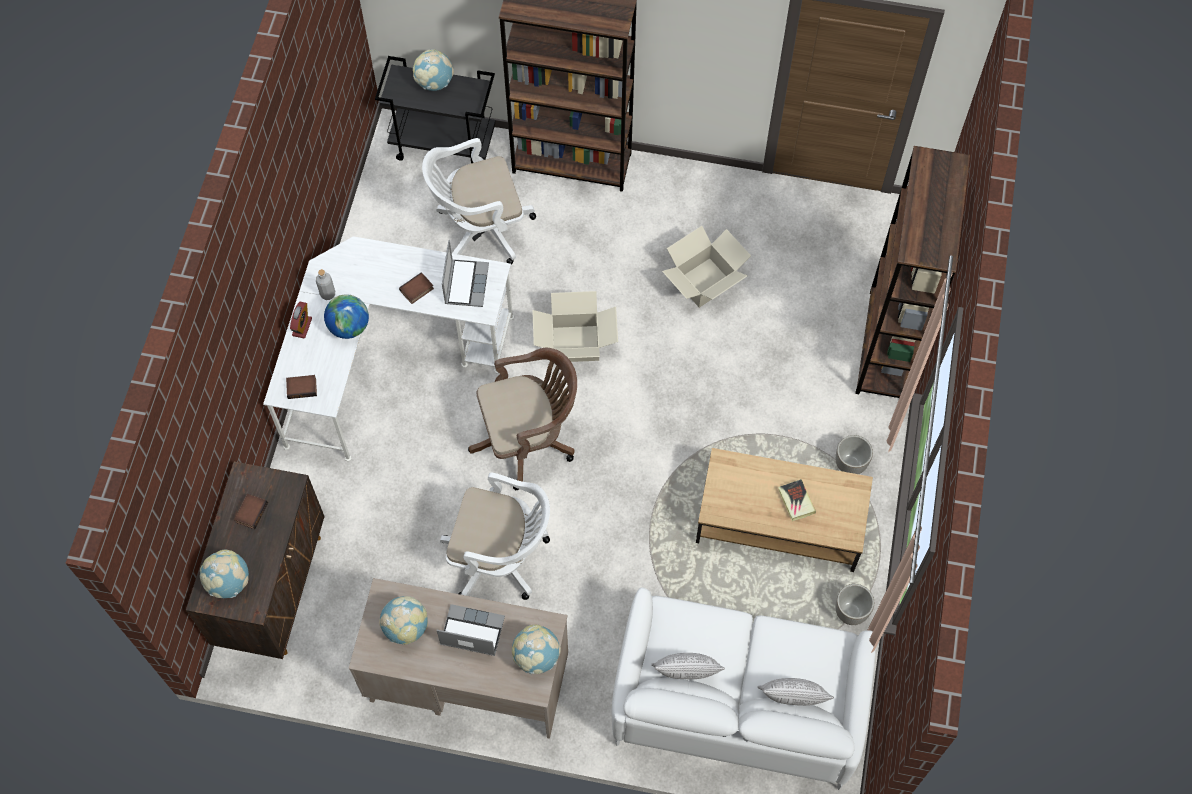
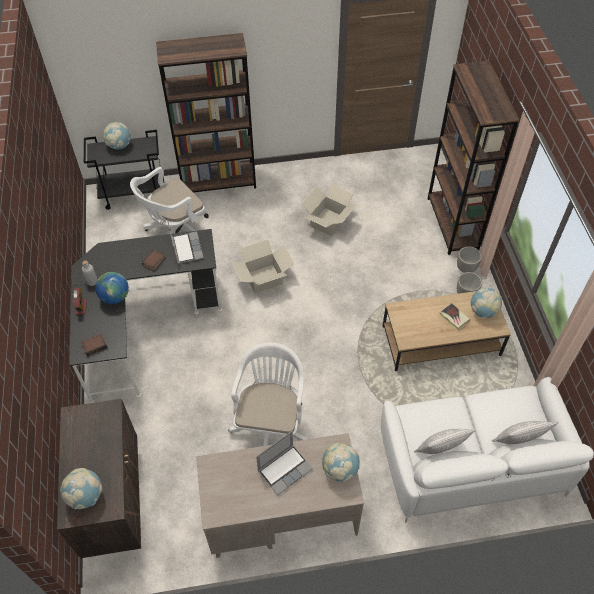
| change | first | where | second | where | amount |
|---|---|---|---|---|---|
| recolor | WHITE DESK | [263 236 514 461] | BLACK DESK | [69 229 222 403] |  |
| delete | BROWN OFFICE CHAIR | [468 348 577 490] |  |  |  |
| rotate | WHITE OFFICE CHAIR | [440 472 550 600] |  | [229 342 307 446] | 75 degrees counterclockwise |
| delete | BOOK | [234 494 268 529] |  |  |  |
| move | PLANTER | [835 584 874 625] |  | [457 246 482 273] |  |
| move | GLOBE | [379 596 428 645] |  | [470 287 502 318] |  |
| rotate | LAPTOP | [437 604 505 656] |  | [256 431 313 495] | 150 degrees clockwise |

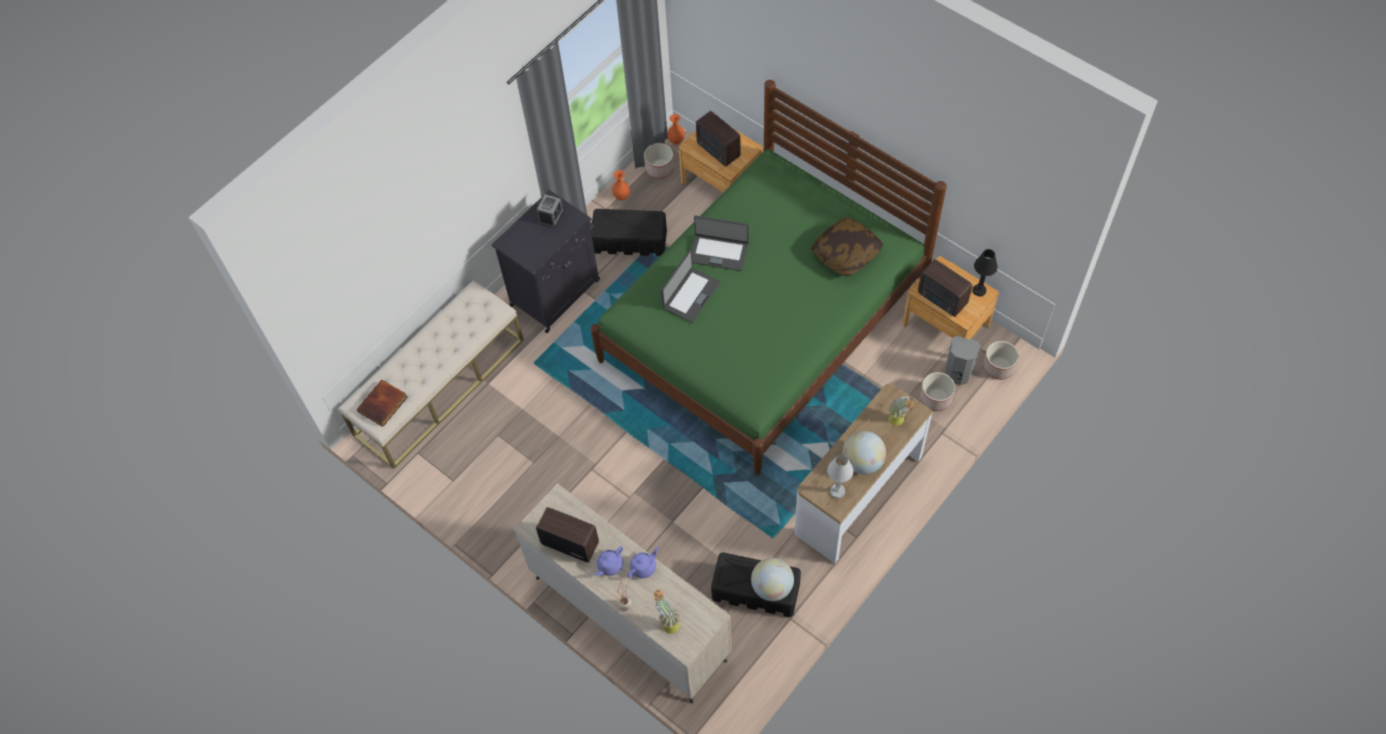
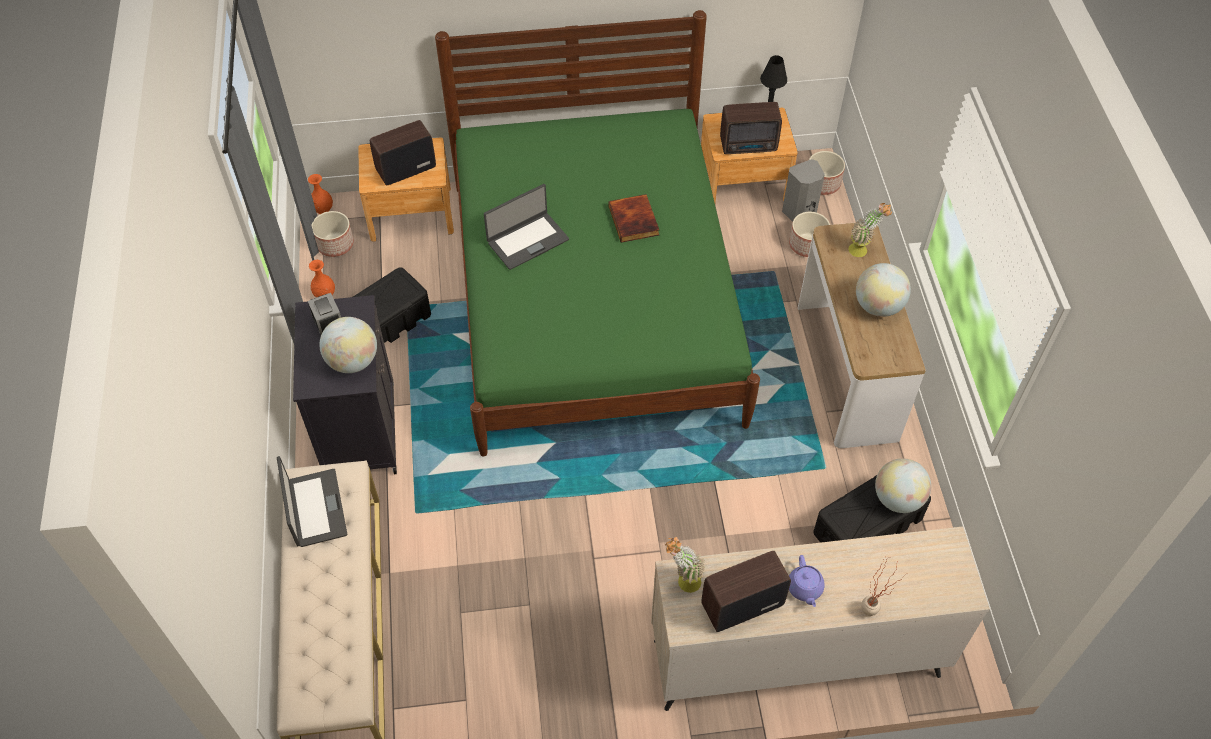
| change | first | where | second | where | amount |
|---|---|---|---|---|---|
| rotate | RADIO | [696 111 740 167] |  | [370 120 436 185] | 150 degrees clockwise |
| delete | PILLOW | [811 218 883 276] |  |  |  |
| move | LAPTOP | [661 250 720 323] |  | [277 456 347 547] |  |
| move | BOOK | [357 380 408 427] |  | [609 194 659 242] |  |
| delete | WHITE TABLE LAMP | [827 454 853 499] |  |  |  |
| delete | PURPLE TEAPOT | [627 547 659 578] |  |  |  |
| move | POTTED PLANT | [653 589 680 634] |  | [665 537 705 593] |  |
| insert |  |  | GLOBE | [319 317 377 373] |  |

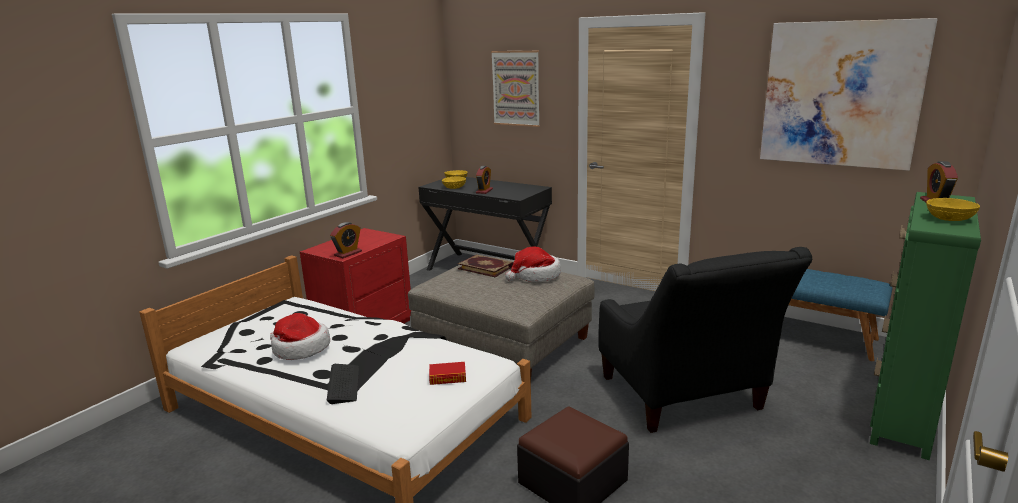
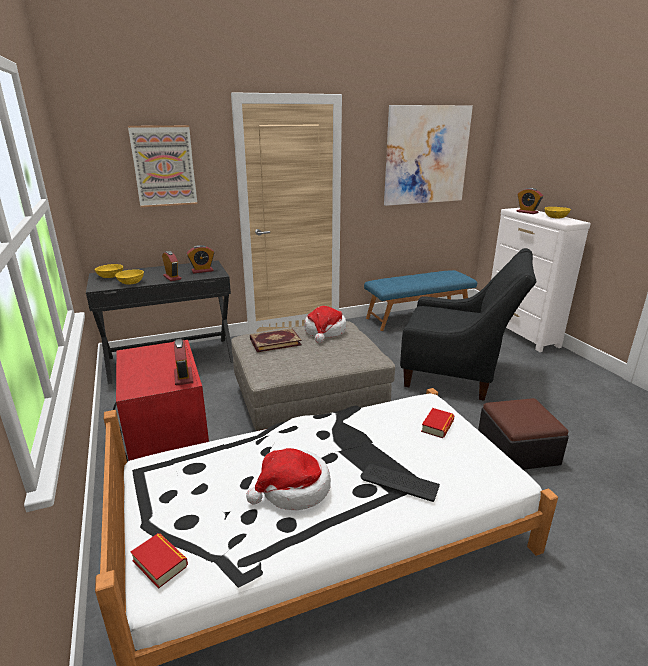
| change | first | where | second | where | amount |
|---|---|---|---|---|---|
| recolor | GREEN DRESSER | [870 192 981 460] | WHITE DRESSER | [491 208 590 352] |  |
| insert |  |  | ALARM CLOCK | [187 245 214 274] |  |
| insert |  |  | BOOK | [130 533 188 589] |  |

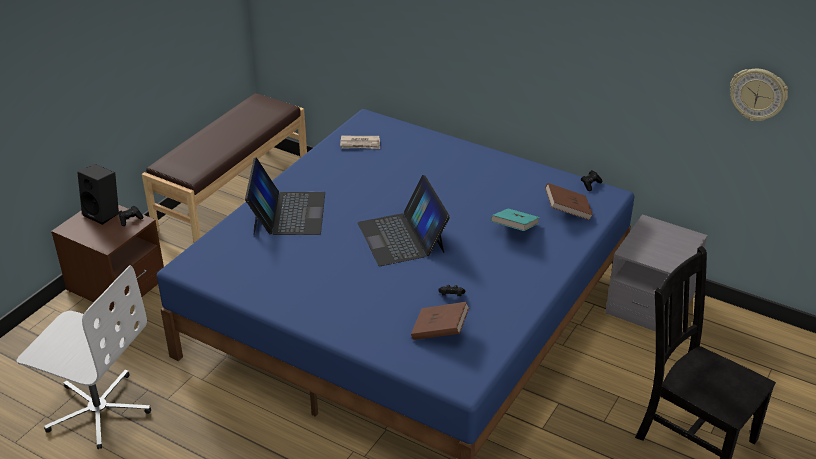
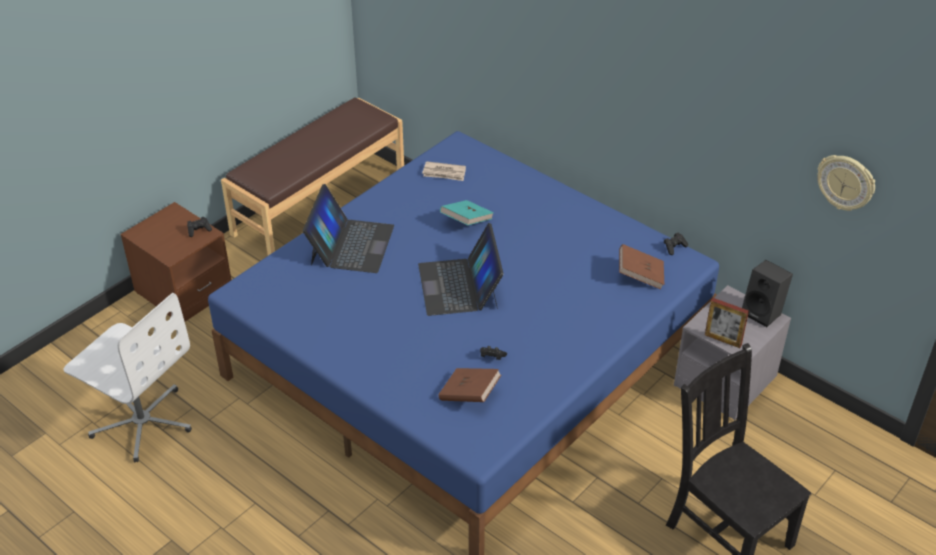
| change | first | where | second | where | amount |
|---|---|---|---|---|---|
| move | BLACK SPEAKER | [77 164 119 225] |  | [742 260 793 327] |  |
| move | TURQUOISE BOOK | [491 208 540 231] |  | [440 200 494 225] |  |
| insert |  |  | PICTURE FRAME | [705 298 749 348] |  |

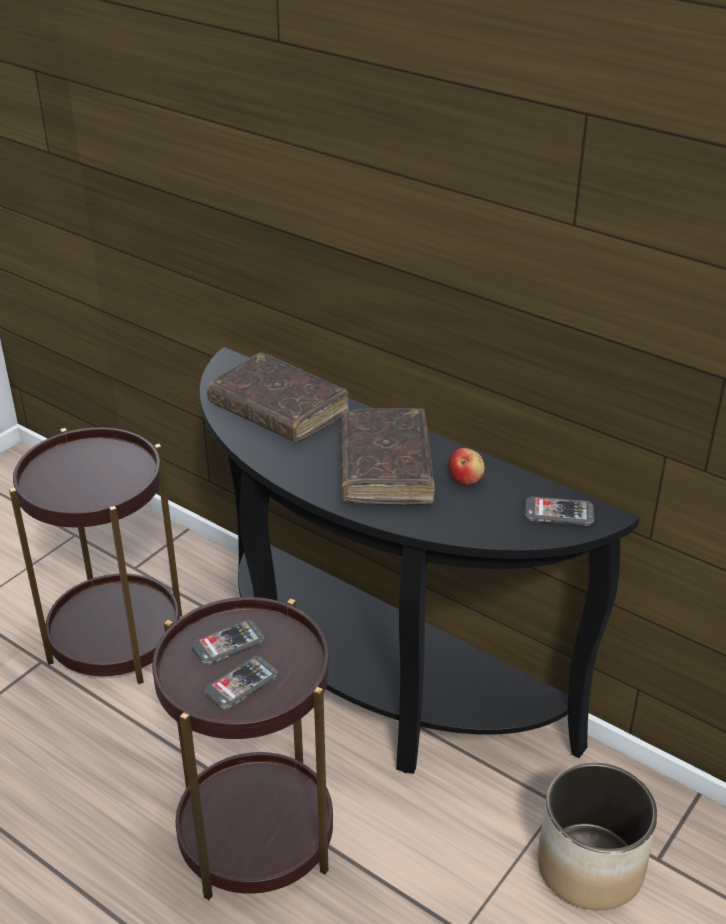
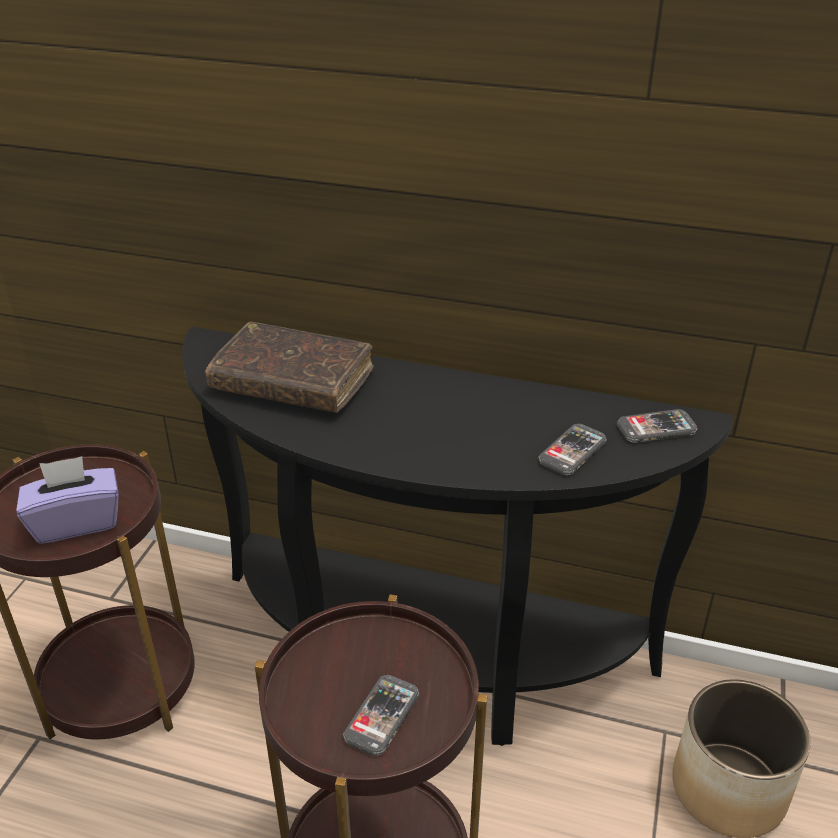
| change | first | where | second | where | amount |
|---|---|---|---|---|---|
| delete | BROWN BOOK | [340 408 435 505] |  |  |  |
| delete | APPLE | [448 448 485 485] |  |  |  |
| move | PHONE | [192 620 264 665] |  | [538 424 607 475] |  |
| insert |  |  | PURPLE TISSUE BOX | [16 456 119 544] |  |

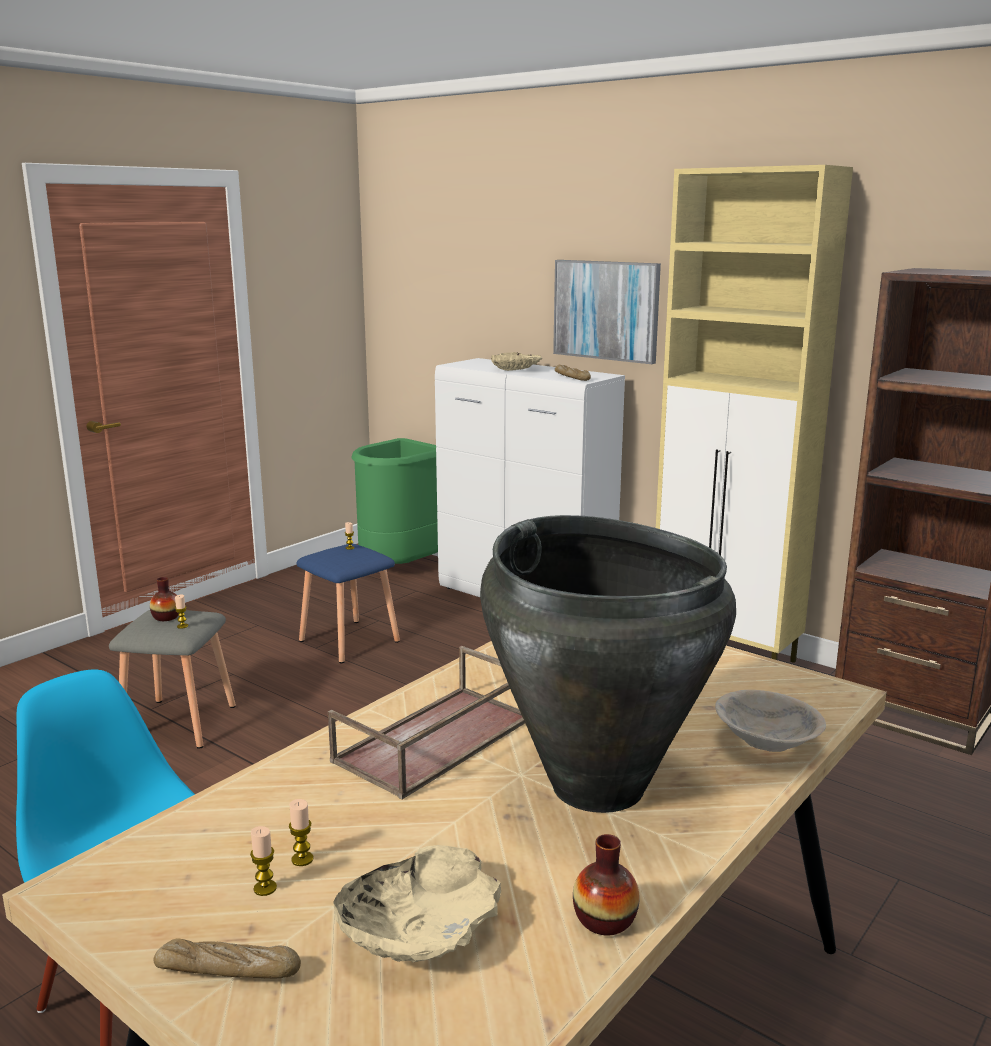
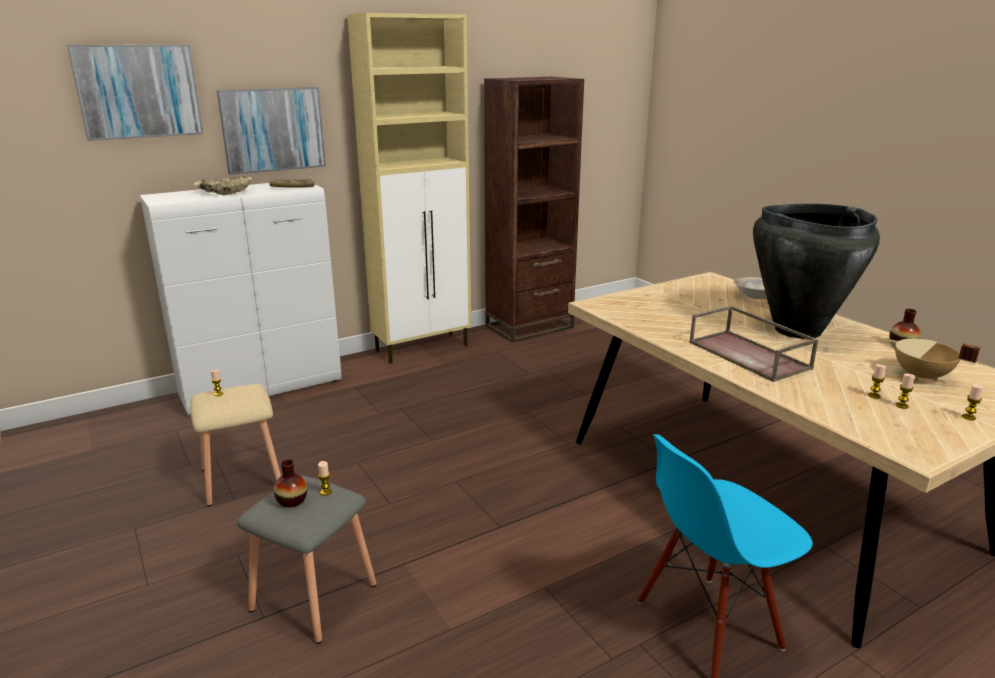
| change | first | where | second | where | amount |
|---|---|---|---|---|---|
| delete | GREEN TRASH CAN | [352 438 438 564] |  |  |  |
| recolor | BLUE STOOL | [297 544 400 663] | BEIGE STOOL | [190 384 281 506] |  |
| replace | BEIGE BOWL | [333 845 501 963] | BEIGE COOKING POT | [889 339 980 381] |  |
| replace | BREAD | [153 938 301 979] | CANDLE | [962 384 984 420] |  |
| insert |  |  | PICTURE | [67 45 203 141] |  |

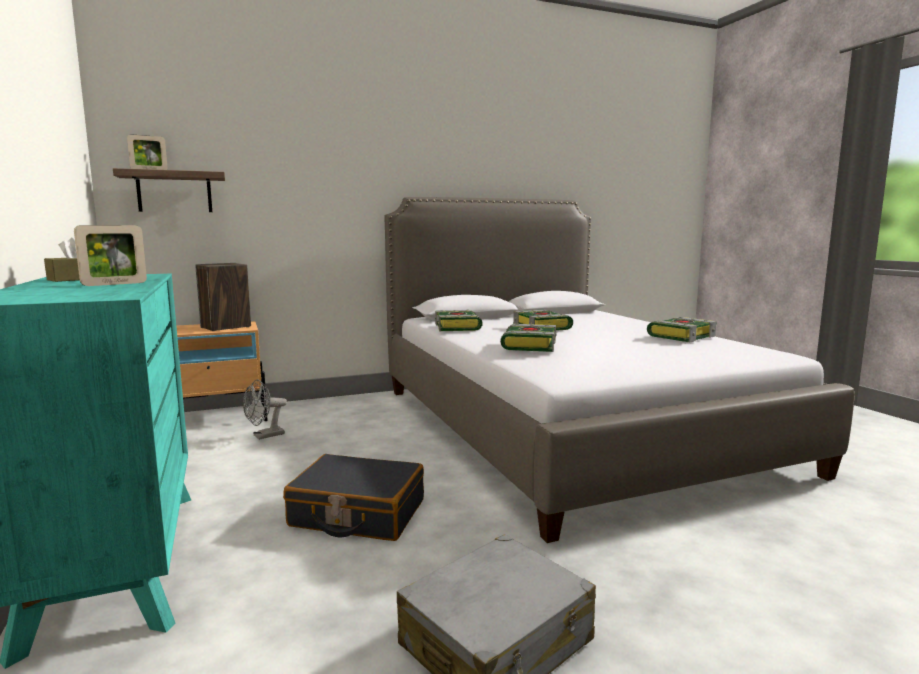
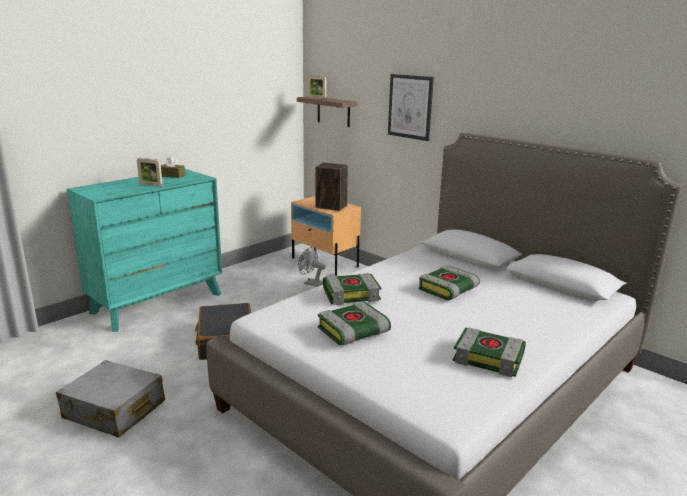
| change | first | where | second | where | amount |
|---|---|---|---|---|---|
| move | BOOK | [435 310 483 331] |  | [318 301 391 345] |  |
| insert |  |  | PICTURE | [388 74 434 141] |  |

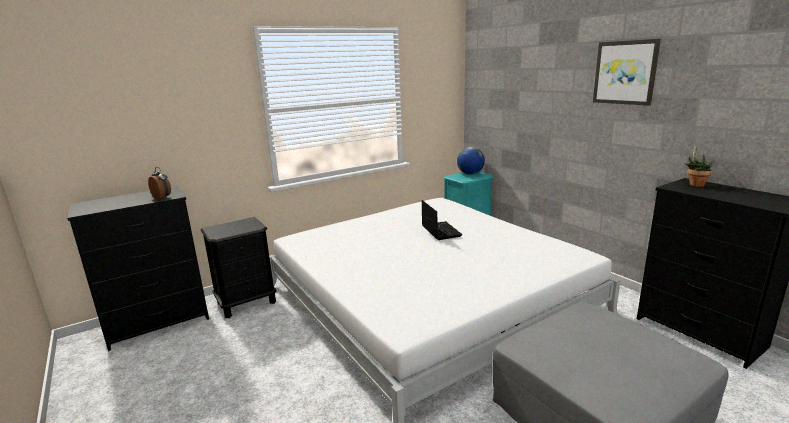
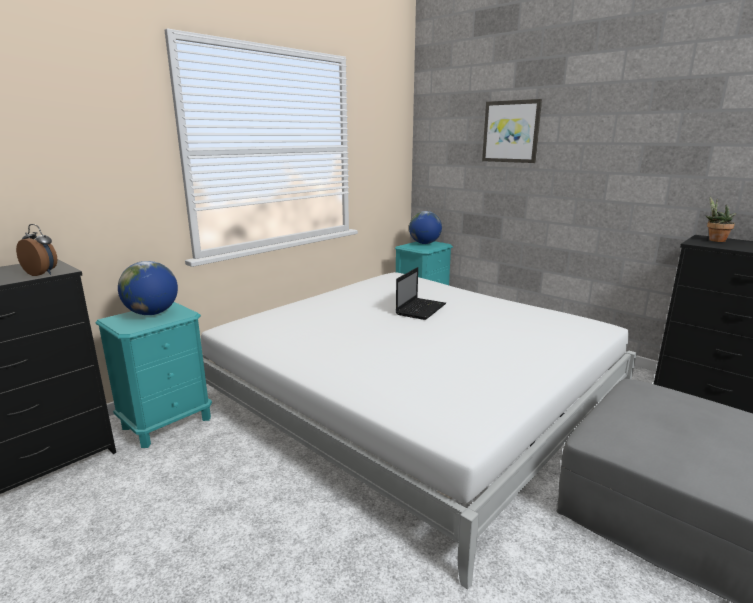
| change | first | where | second | where | amount |
|---|---|---|---|---|---|
| move | PICTURE | [593 39 661 106] |  | [482 99 542 163] |  |
| rotate | LAPTOP | [422 200 462 240] |  | [396 267 446 320] | 60 degrees clockwise |
| recolor | BLACK NIGHTSTAND | [201 217 276 318] | TURQUOISE NIGHTSTAND | [96 302 212 448] |  |
| insert |  |  | GLOBE | [118 261 178 315] |  |

